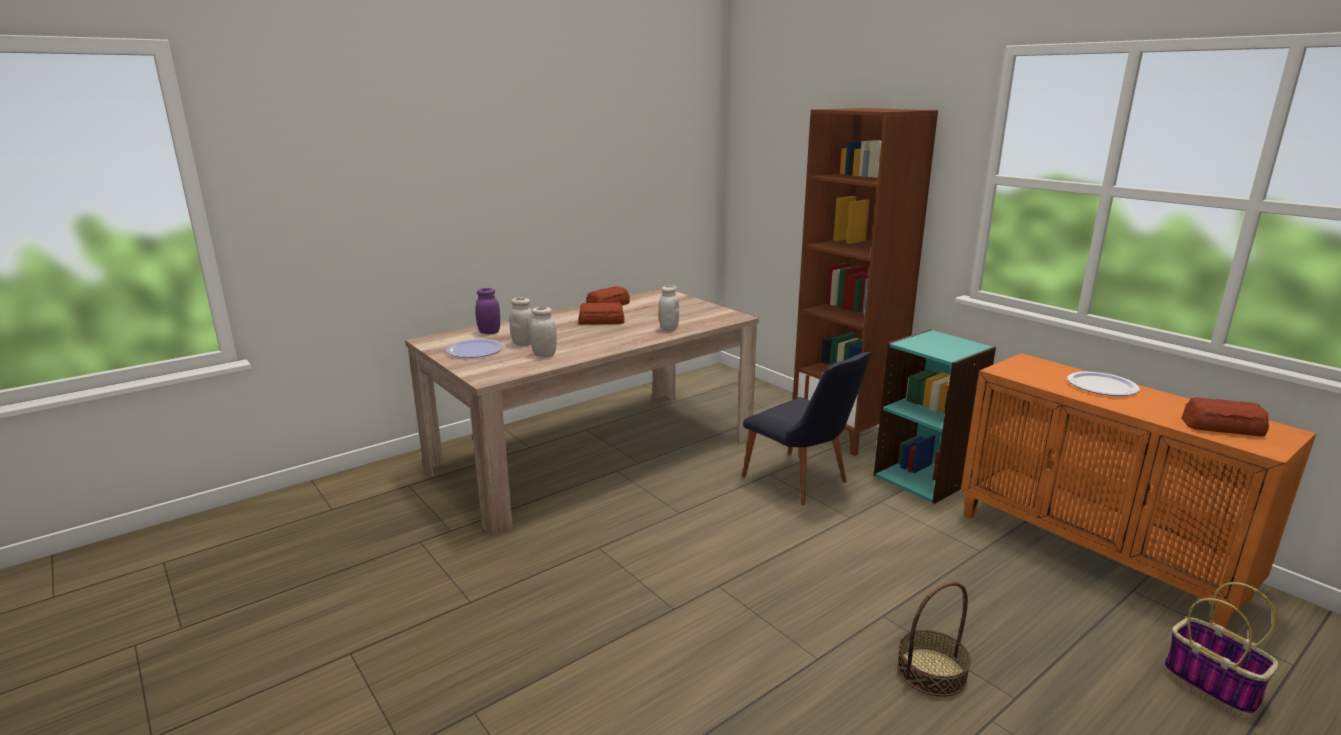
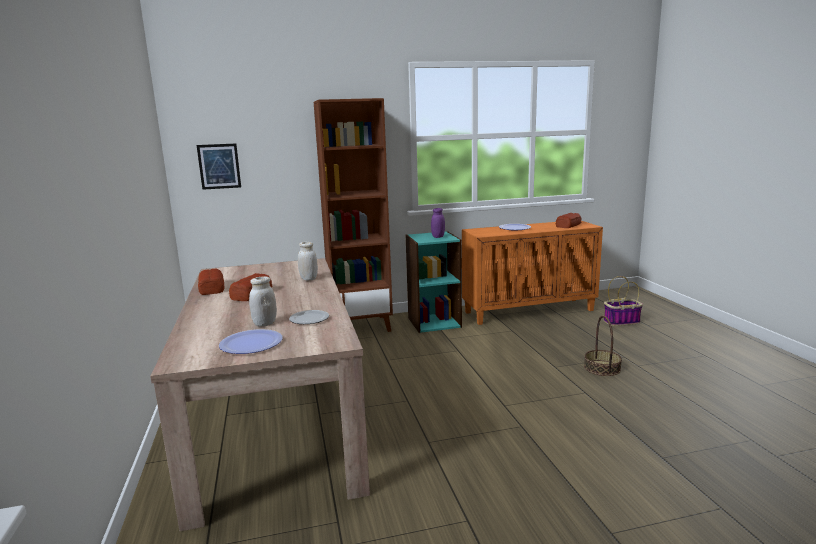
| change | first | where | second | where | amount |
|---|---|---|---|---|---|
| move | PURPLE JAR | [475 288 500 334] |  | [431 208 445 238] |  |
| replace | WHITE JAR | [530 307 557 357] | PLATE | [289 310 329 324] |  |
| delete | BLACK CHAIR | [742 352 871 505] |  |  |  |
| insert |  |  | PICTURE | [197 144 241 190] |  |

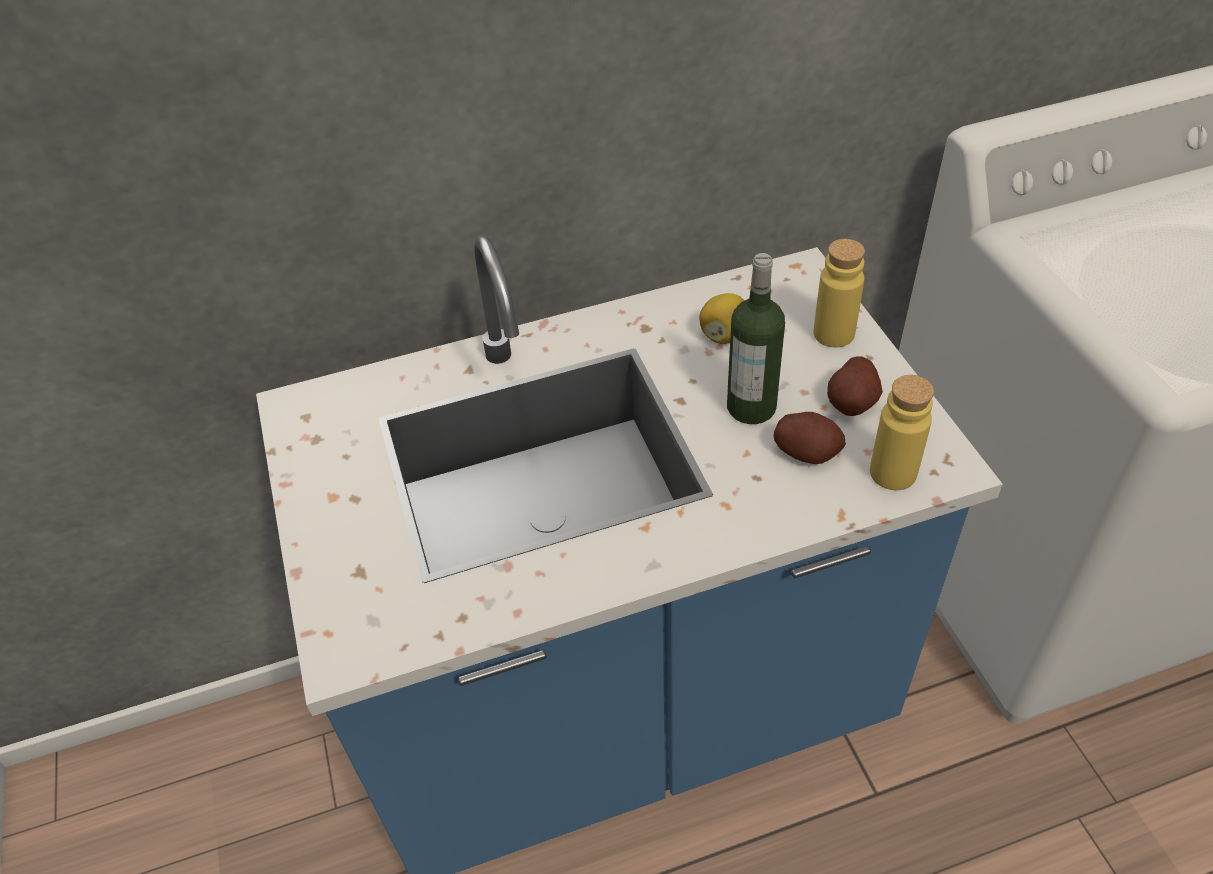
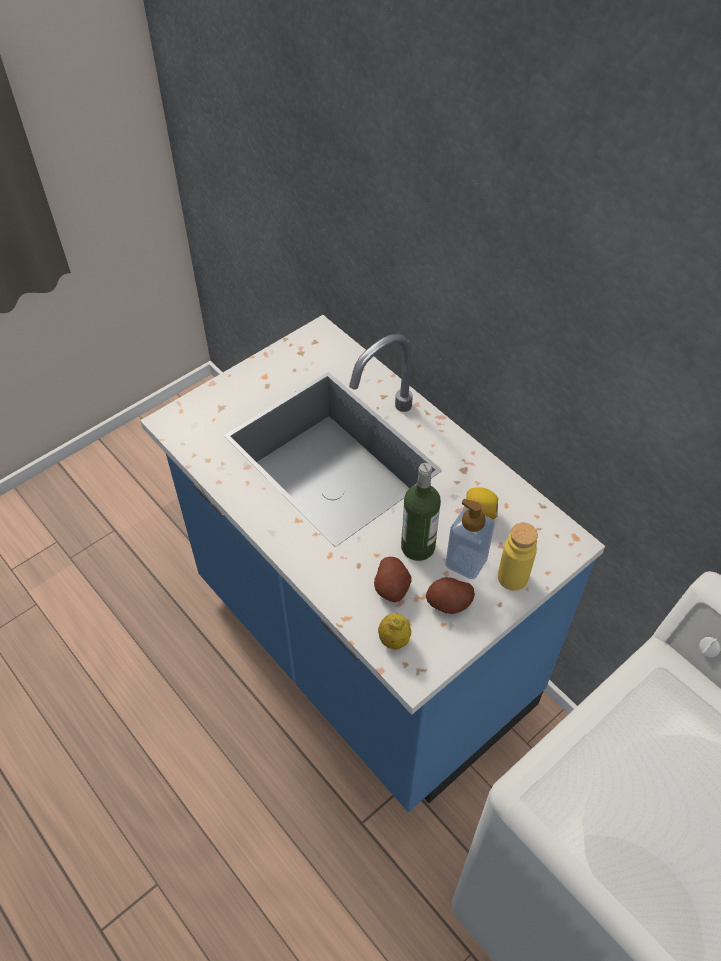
| change | first | where | second | where | amount |
|---|---|---|---|---|---|
| replace | YELLOW BOTTLE | [870 375 934 490] | LEMON | [378 613 411 650] |  |
| insert |  |  | SOAP DISPENSER | [445 499 495 579] |  |

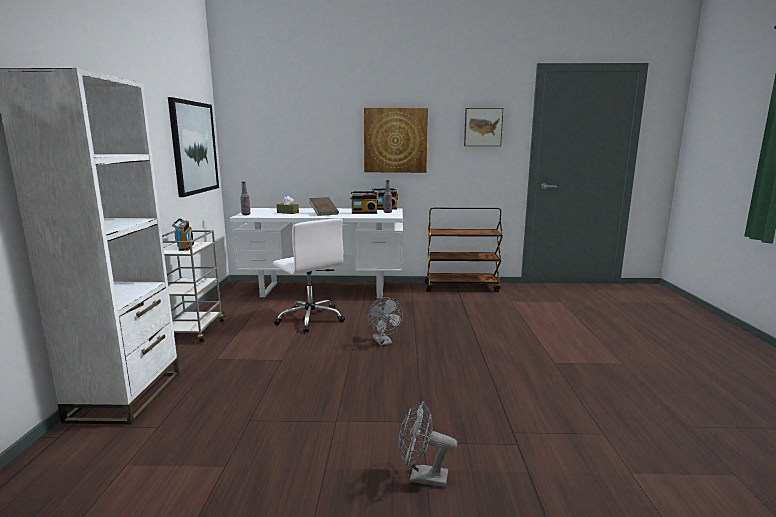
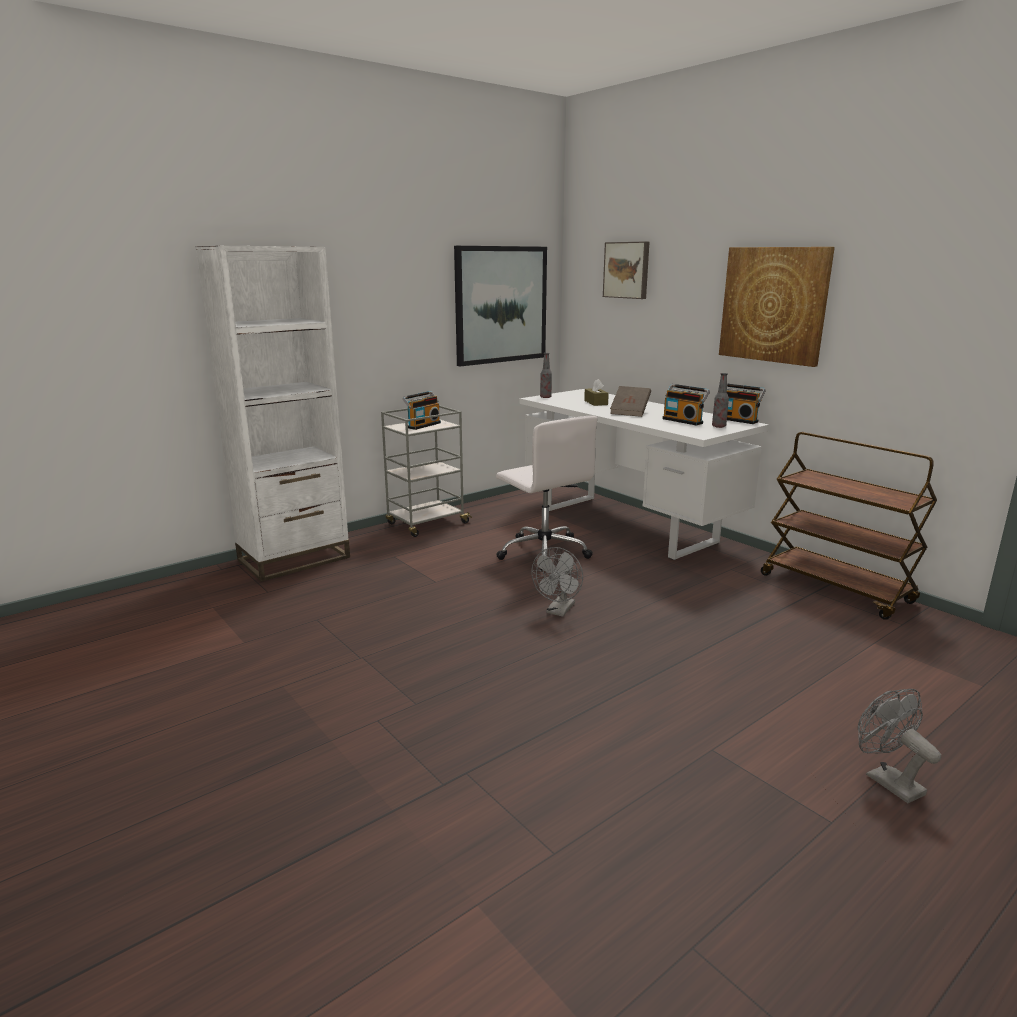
| change | first | where | second | where | amount |
|---|---|---|---|---|---|
| move | PICTURE | [464 108 503 146] |  | [603 241 649 299] |  |
| rotate | WHITE OFFICE CHAIR | [273 218 345 333] |  | [496 416 597 570] | 45 degrees counterclockwise |
| move | GREY FAN | [399 401 457 488] |  | [858 689 941 803] |  |

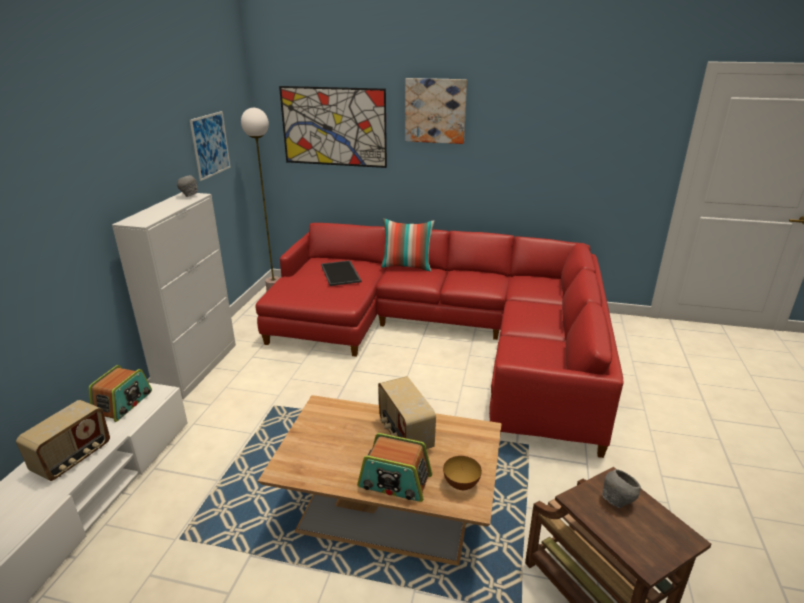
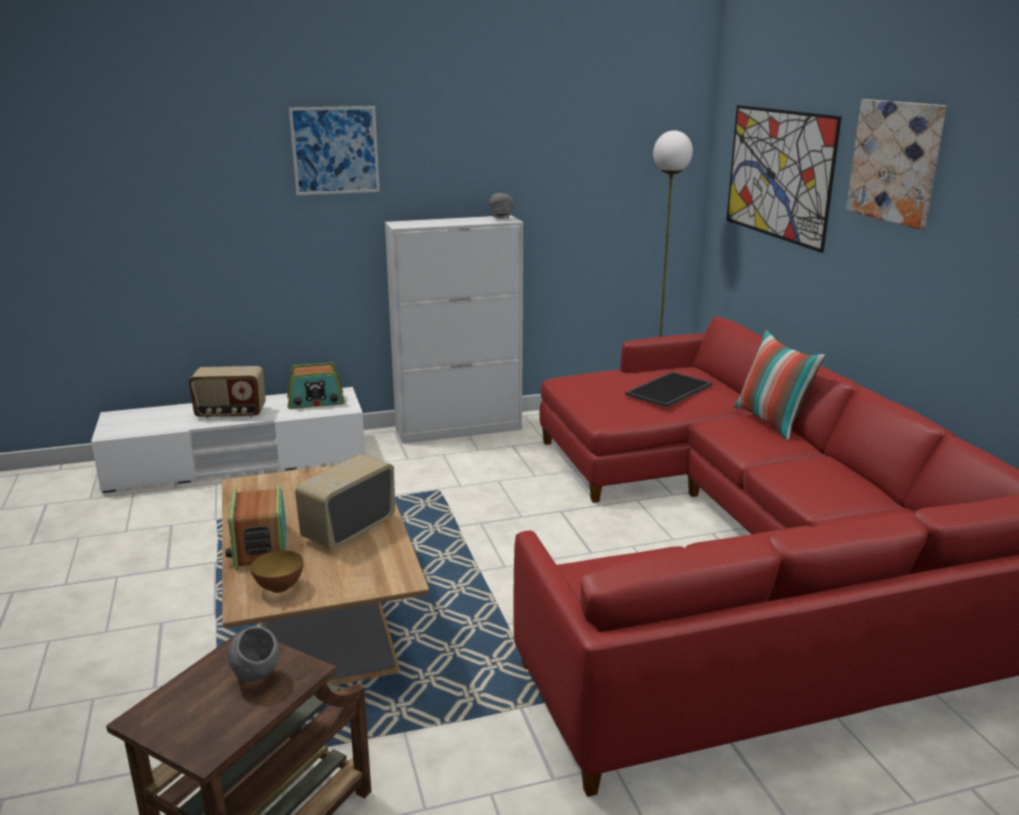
| change | first | where | second | where | amount |
|---|---|---|---|---|---|
| move | PICTURE | [190 111 231 181] |  | [289 106 380 195] |  |

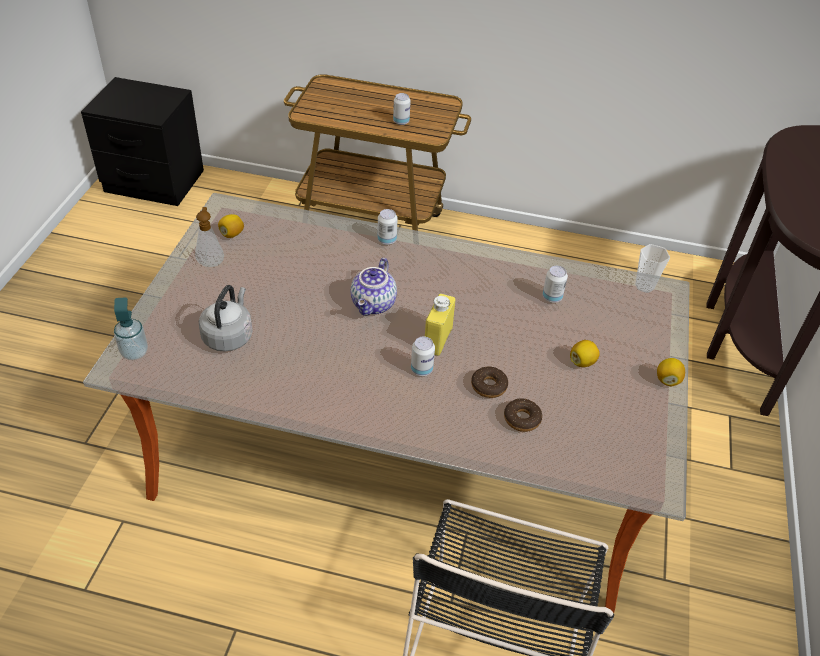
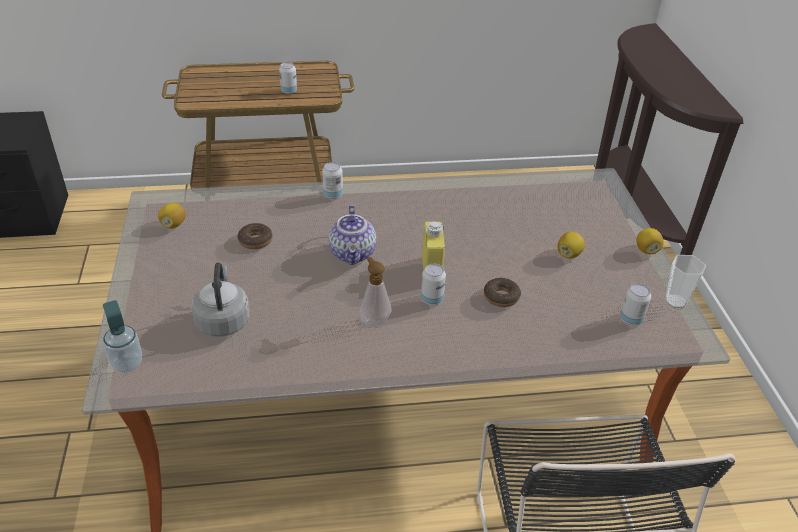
| change | first | where | second | where | amount |
|---|---|---|---|---|---|
| move | SOAP DISPENSER | [195 207 224 267] |  | [360 257 391 326] |  |
| move | CUP | [635 244 670 293] |  | [665 255 706 308] |  |
| move | CAN | [542 266 568 303] |  | [620 283 651 325] |  |
| move | DONUT | [504 398 542 432] |  | [238 223 272 249] |  |

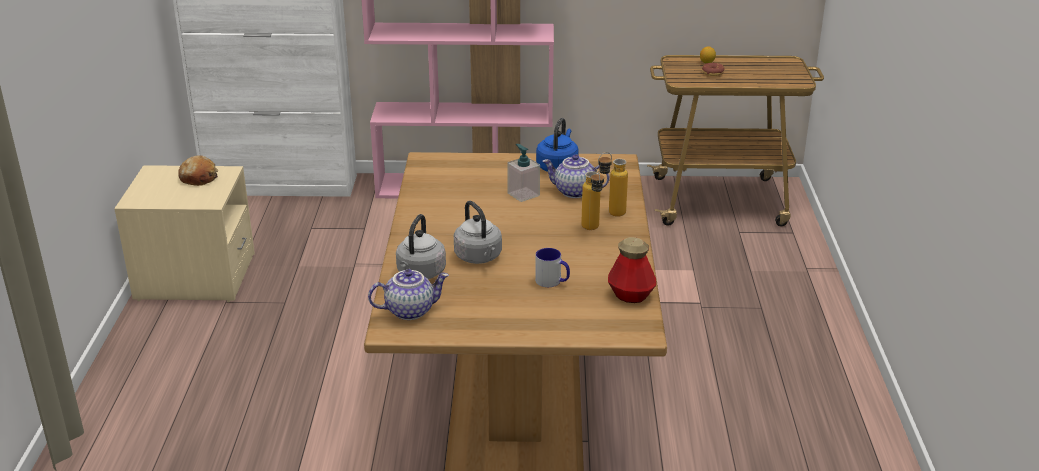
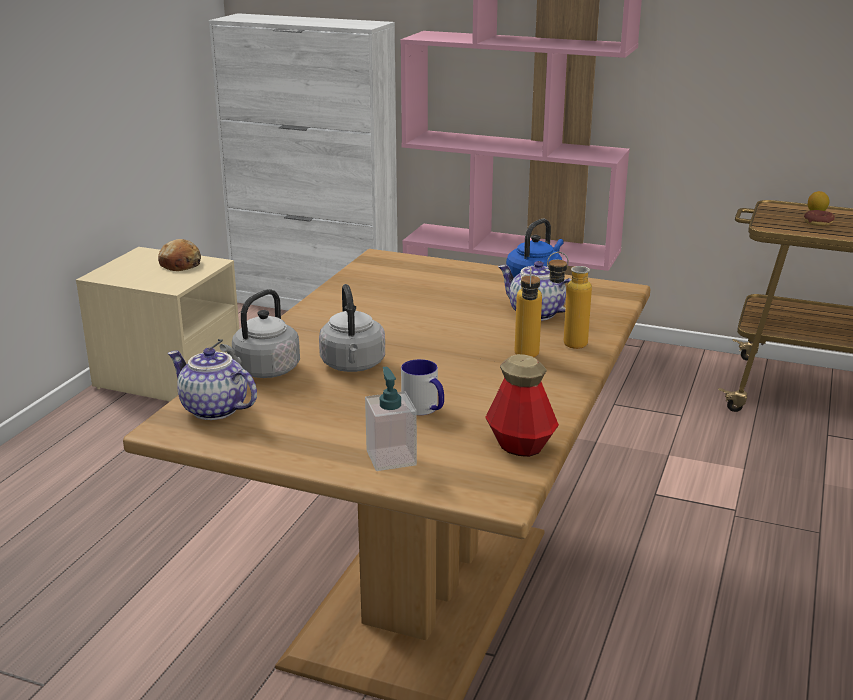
| change | first | where | second | where | amount |
|---|---|---|---|---|---|
| move | SOAP DISPENSER | [507 144 540 202] |  | [365 366 417 471] |  |
| rotate | TEAPOT | [368 269 449 320] |  | [168 348 257 420] | 150 degrees counterclockwise |

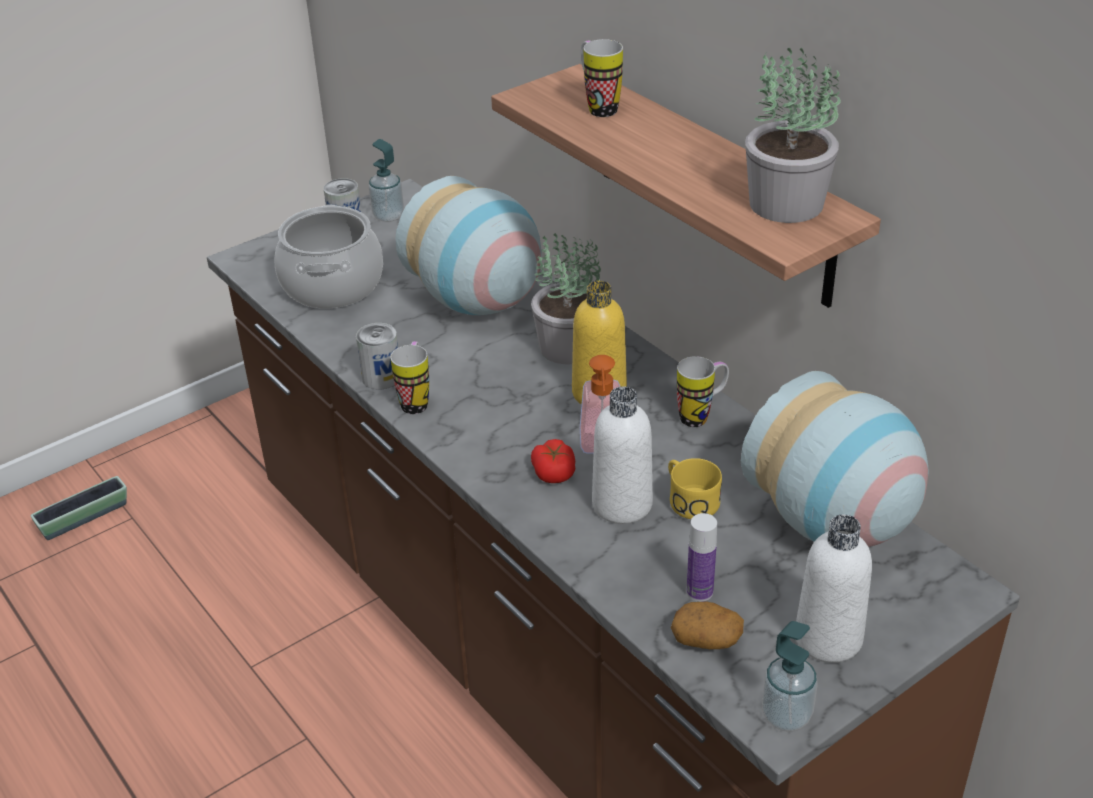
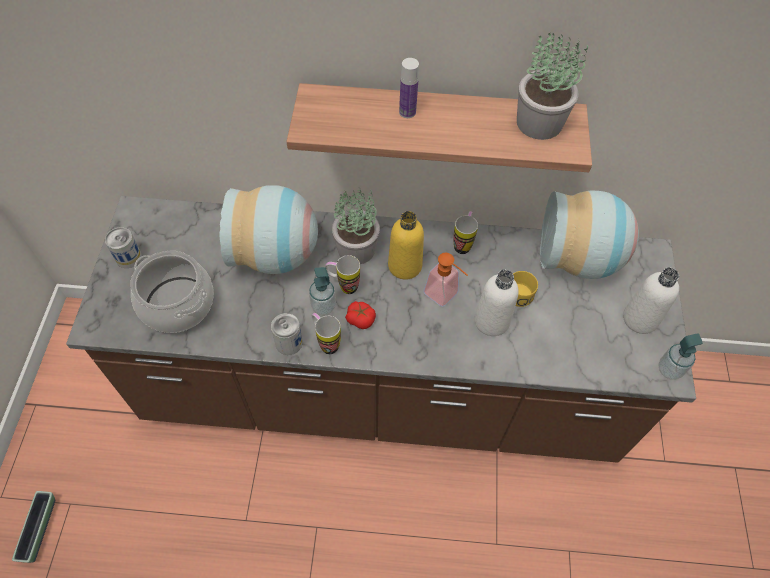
| change | first | where | second | where | amount |
|---|---|---|---|---|---|
| move | MUG | [581 39 623 117] |  | [325 255 360 294] |  |
| move | SOAP DISPENSER | [369 139 404 222] |  | [309 267 336 315] |  |
| move | TOMATO | [531 439 575 483] |  | [345 301 376 329] |  |
| move | BOTTLE | [687 513 717 602] |  | [399 58 419 118] |  |
| delete | POTATO | [671 601 744 649] |  |  |  |

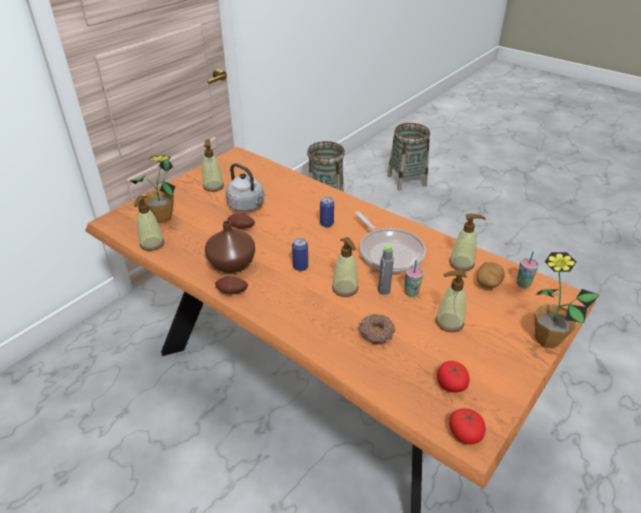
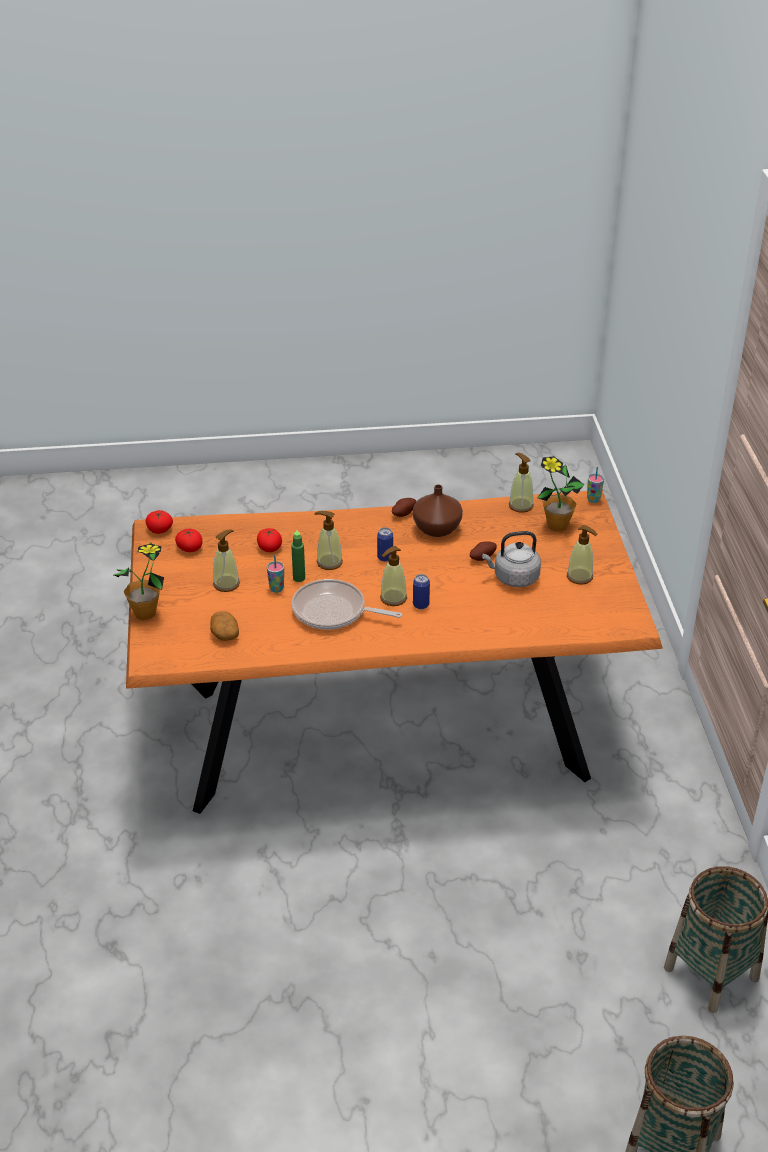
| change | first | where | second | where | amount |
|---|---|---|---|---|---|
| move | SOAP DISPENSER | [449 214 486 271] |  | [380 546 407 606] |  |
| recolor | GREY BOTTLE | [378 245 394 295] | GREEN BOTTLE | [291 530 305 582] |  |
| move | CUP | [516 251 539 288] |  | [587 467 604 503] |  |
| replace | DONUT | [358 314 395 344] | TOMATO | [257 528 282 552] |  |

